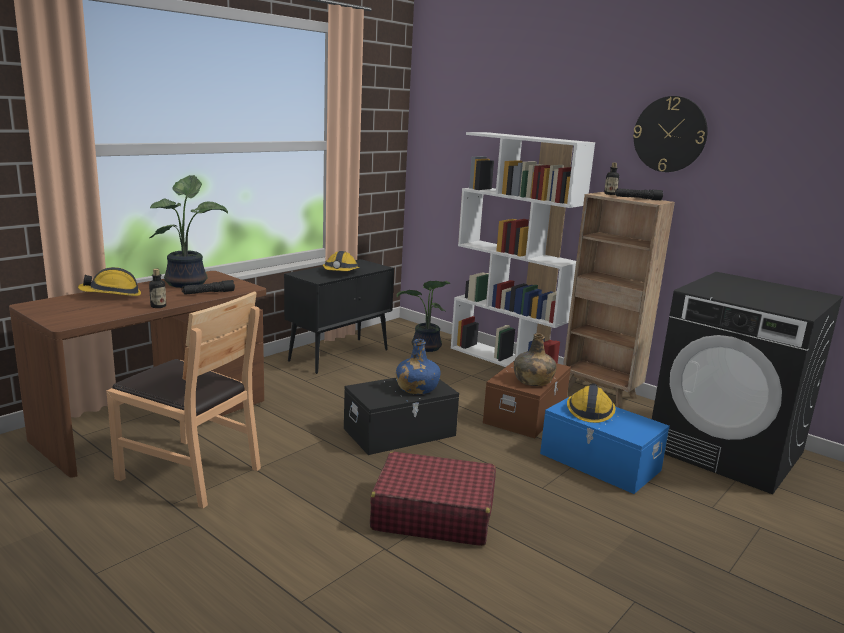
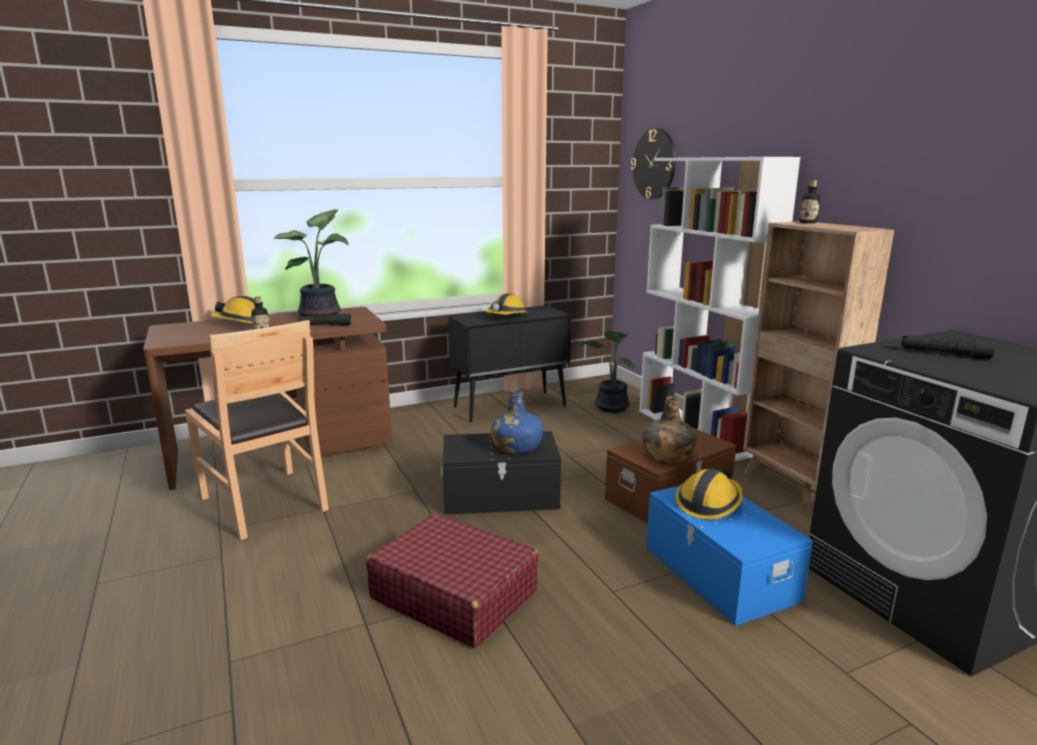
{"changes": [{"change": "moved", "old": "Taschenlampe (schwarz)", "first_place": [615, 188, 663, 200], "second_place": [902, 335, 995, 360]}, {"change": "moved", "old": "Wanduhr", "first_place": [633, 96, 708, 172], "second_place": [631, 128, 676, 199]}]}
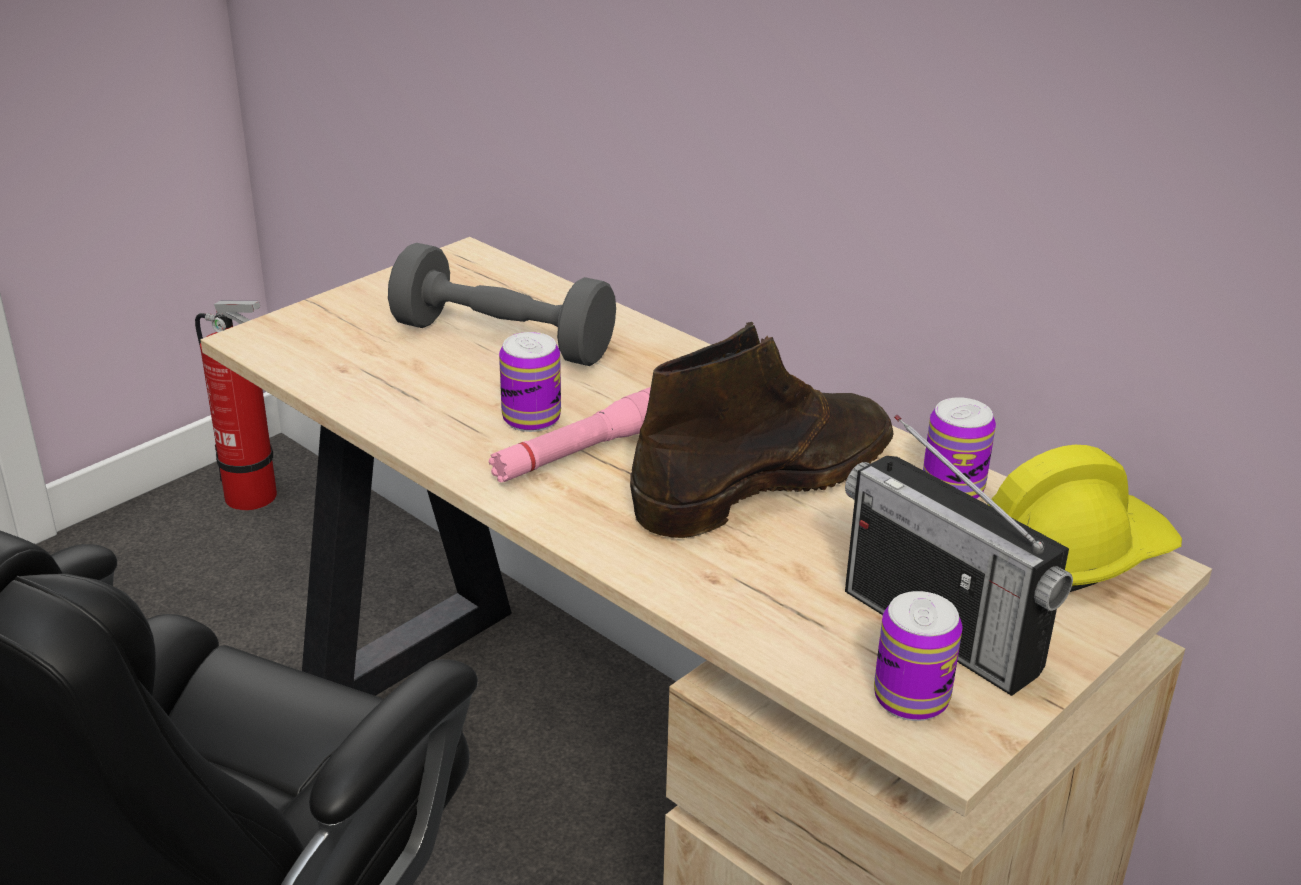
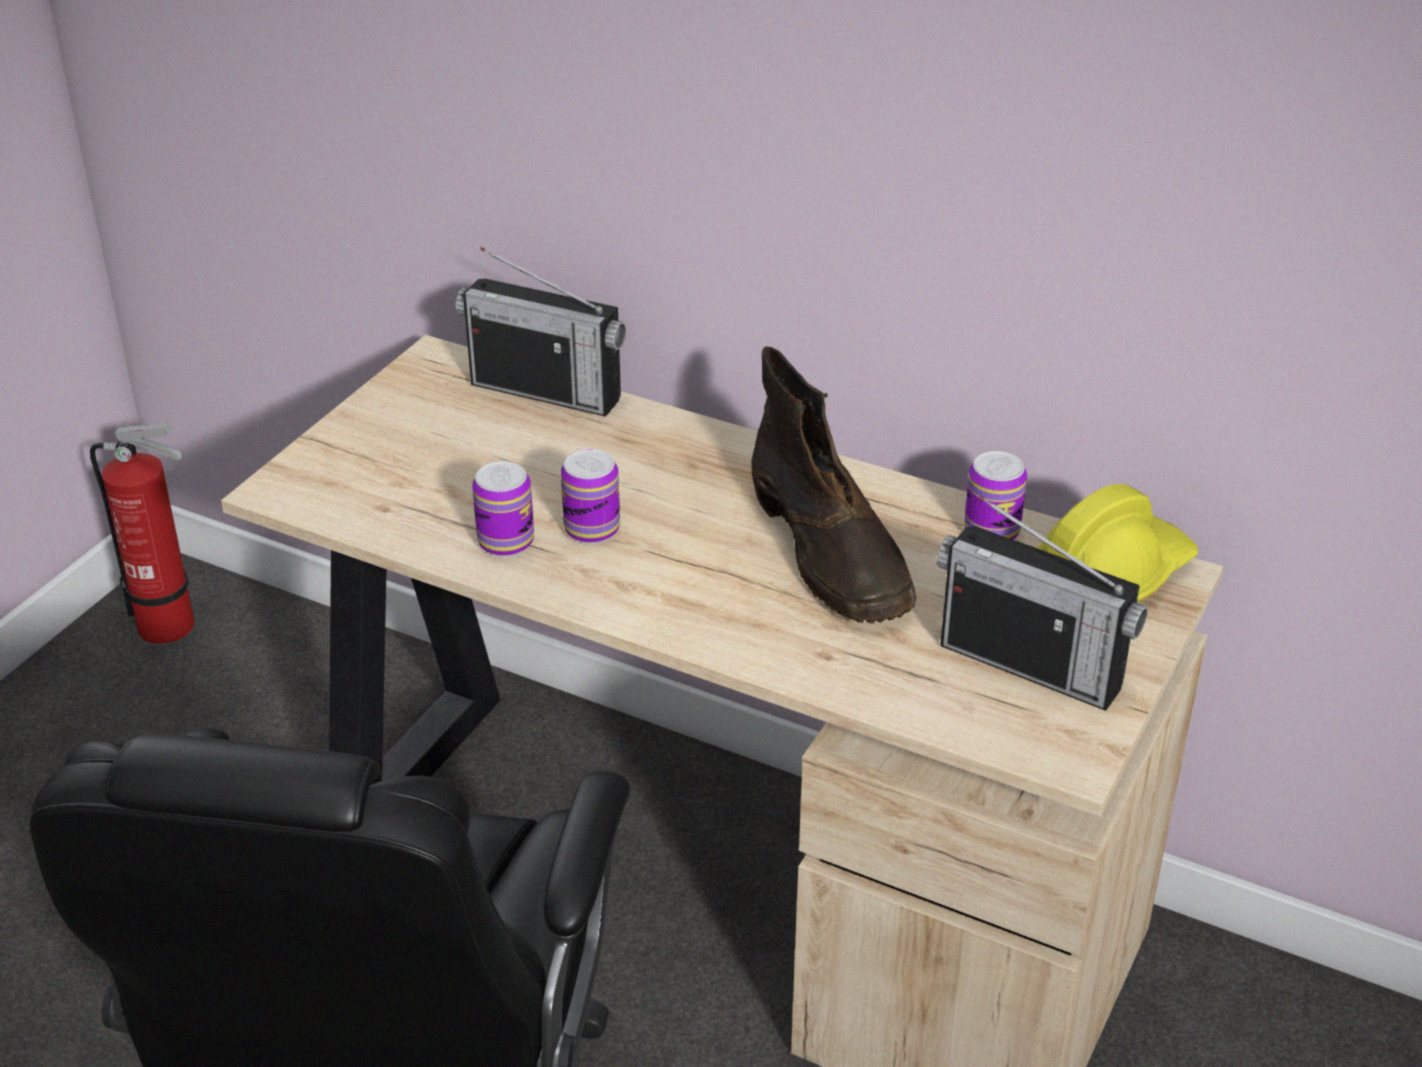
{"changes": [{"change": "removed", "old": "Hantel (grau)", "first_place": [388, 243, 616, 366]}, {"change": "removed", "old": "Taschenlampe (rosa)", "first_place": [489, 387, 651, 482]}, {"change": "added", "new": "Radio", "second_place": [455, 247, 626, 417]}, {"change": "moved", "old": "Dose", "first_place": [874, 591, 963, 721], "second_place": [472, 461, 534, 557]}, {"change": "turned", "old": "Stiefel (braun)", "first_place": [630, 322, 894, 538], "second_place": [751, 346, 916, 624], "degrees": 120}]}
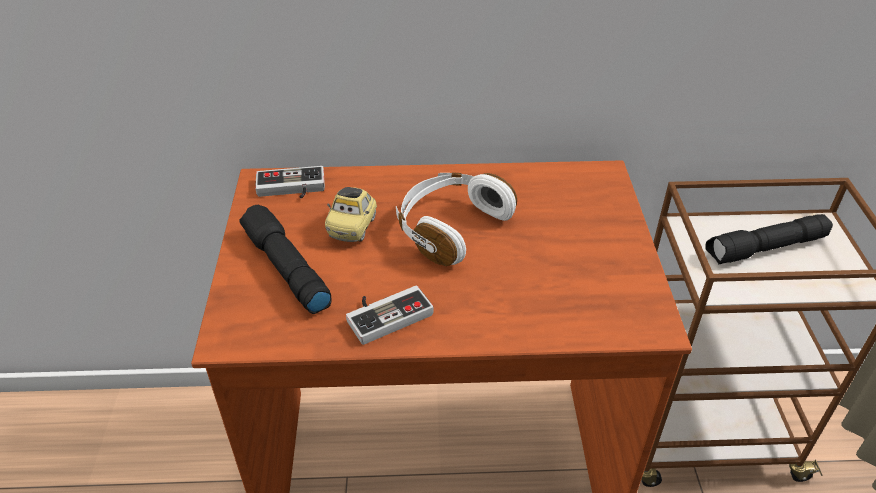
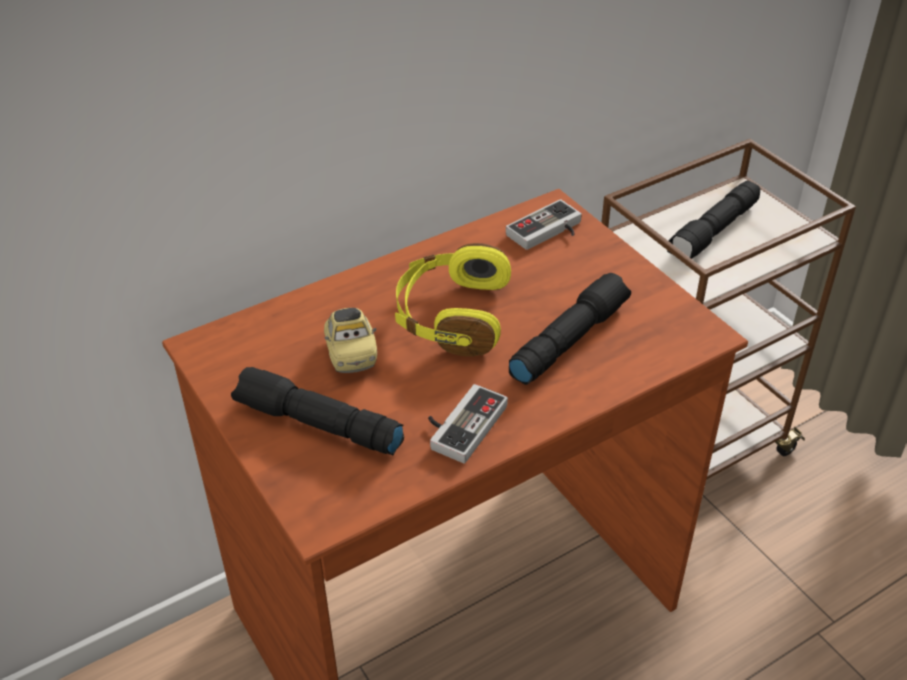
{"changes": [{"change": "added", "new": "Taschenlampe (schwarz)", "second_place": [509, 273, 631, 385]}, {"change": "moved", "old": "Gamepad", "first_place": [255, 166, 325, 199], "second_place": [506, 199, 582, 250]}, {"change": "recoloured", "old": "Kopfhörer (weiß)", "new": "Kopfhörer (gelb)", "first_place": [396, 172, 517, 266], "second_place": [395, 243, 511, 357]}]}
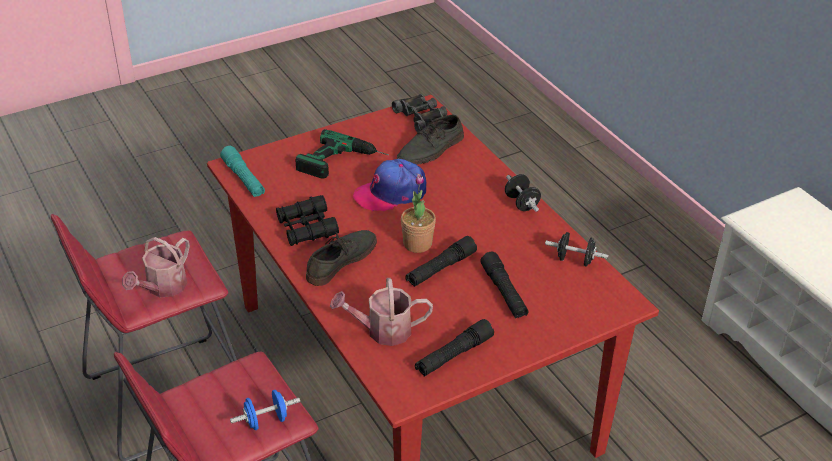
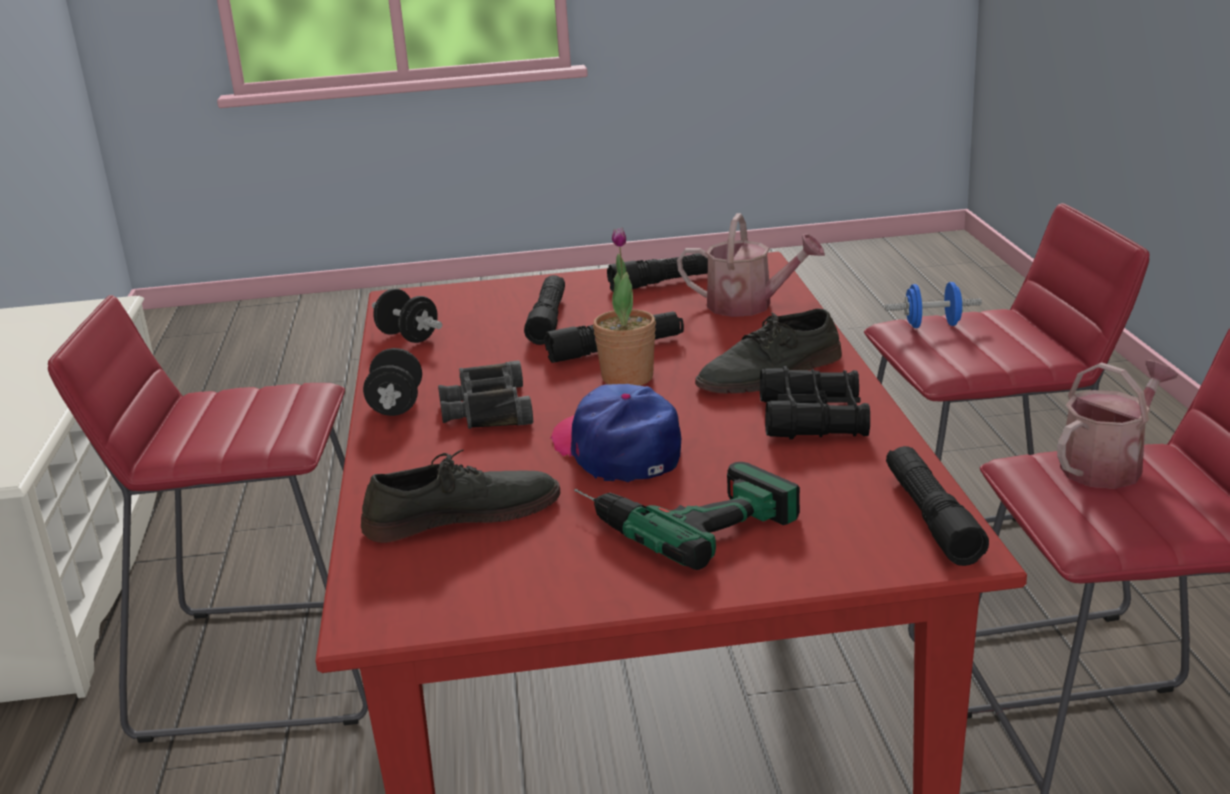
{"changes": [{"change": "added", "new": "Hocker (rot)", "second_place": [48, 295, 368, 743]}, {"change": "moved", "old": "Fernglas (schwarz)", "first_place": [392, 94, 447, 133], "second_place": [438, 360, 533, 429]}, {"change": "recoloured", "old": "Taschenlampe (türkis)", "new": "Taschenlampe (schwarz)", "first_place": [220, 146, 265, 197], "second_place": [886, 446, 989, 566]}, {"change": "turned", "old": "Kappe", "first_place": [353, 159, 426, 212], "second_place": [550, 384, 681, 482], "degrees": -120}]}
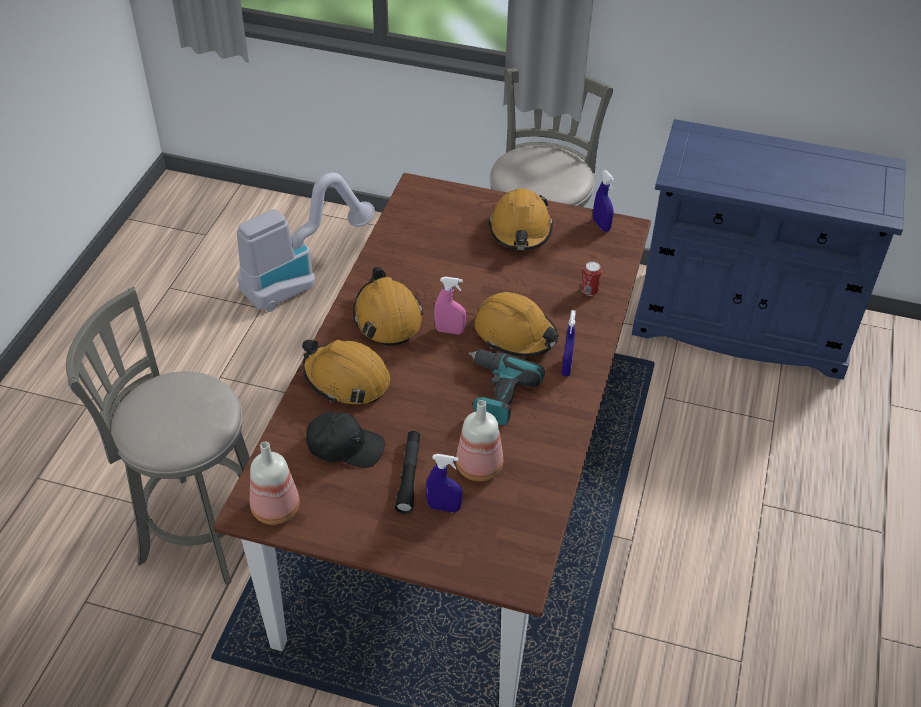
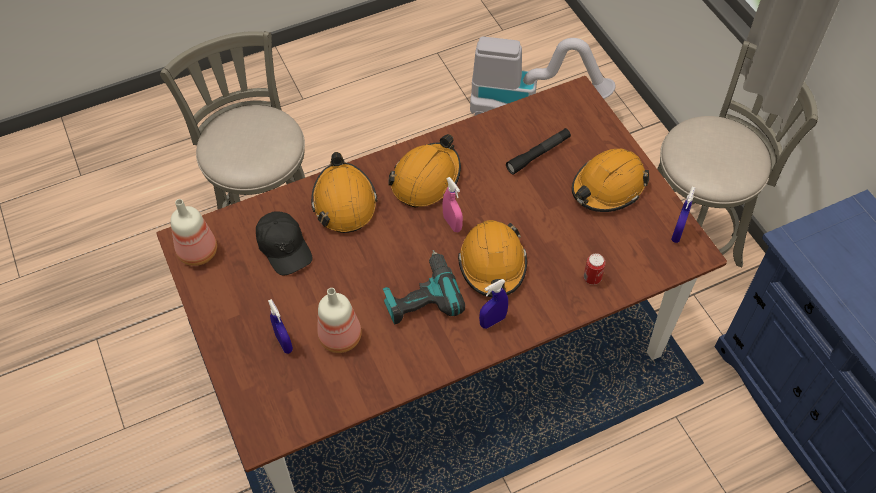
{"changes": [{"change": "moved", "old": "Taschenlampe (schwarz)", "first_place": [395, 431, 420, 514], "second_place": [506, 128, 571, 174]}]}
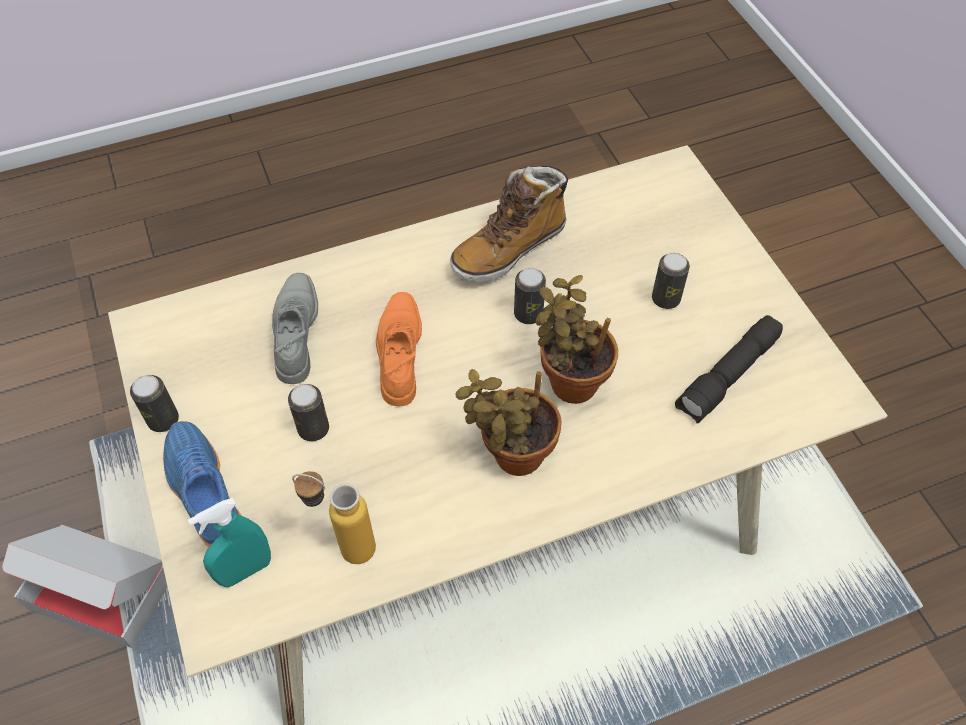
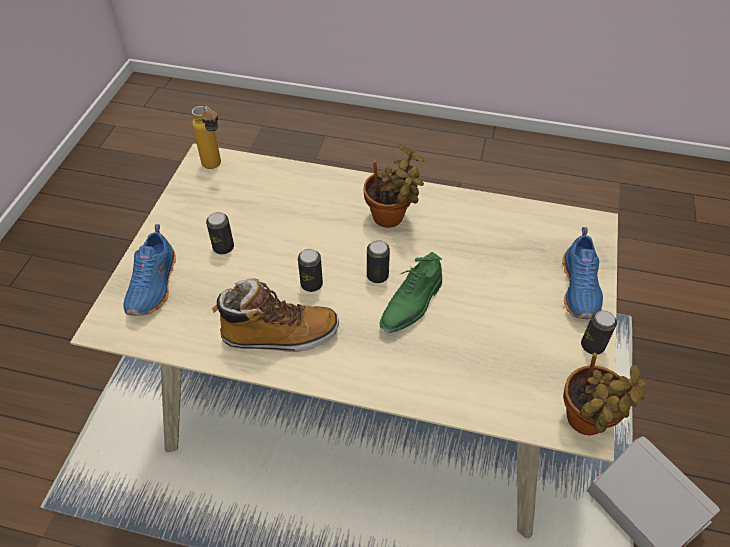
{"changes": [{"change": "removed", "old": "Sprühflasche (türkis)", "first_place": [188, 498, 271, 587]}, {"change": "removed", "old": "Schuh (grau)", "first_place": [272, 273, 318, 384]}, {"change": "removed", "old": "Taschenlampe (schwarz)", "first_place": [675, 315, 783, 423]}, {"change": "added", "new": "Schuh (blau)", "second_place": [124, 224, 176, 316]}, {"change": "moved", "old": "Dose", "first_place": [288, 384, 329, 441], "second_place": [367, 240, 390, 283]}, {"change": "moved", "old": "Flasche", "first_place": [292, 471, 376, 564], "second_place": [192, 106, 221, 169]}, {"change": "moved", "old": "Topfpflanze", "first_place": [535, 275, 618, 404], "second_place": [563, 353, 645, 435]}, {"change": "recoloured", "old": "Schuh (orange)", "new": "Schuh (grün)", "first_place": [376, 292, 422, 406], "second_place": [380, 252, 442, 333]}]}
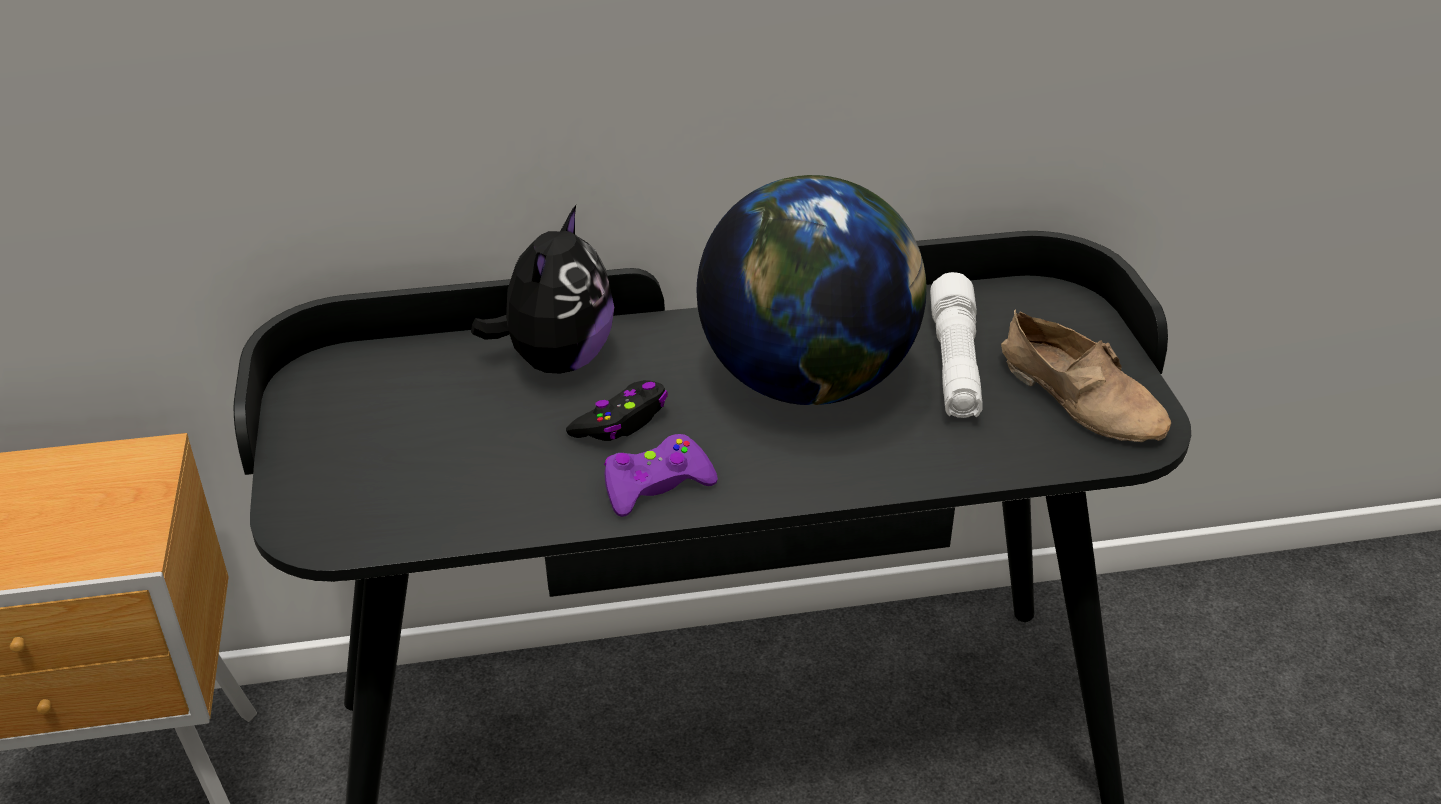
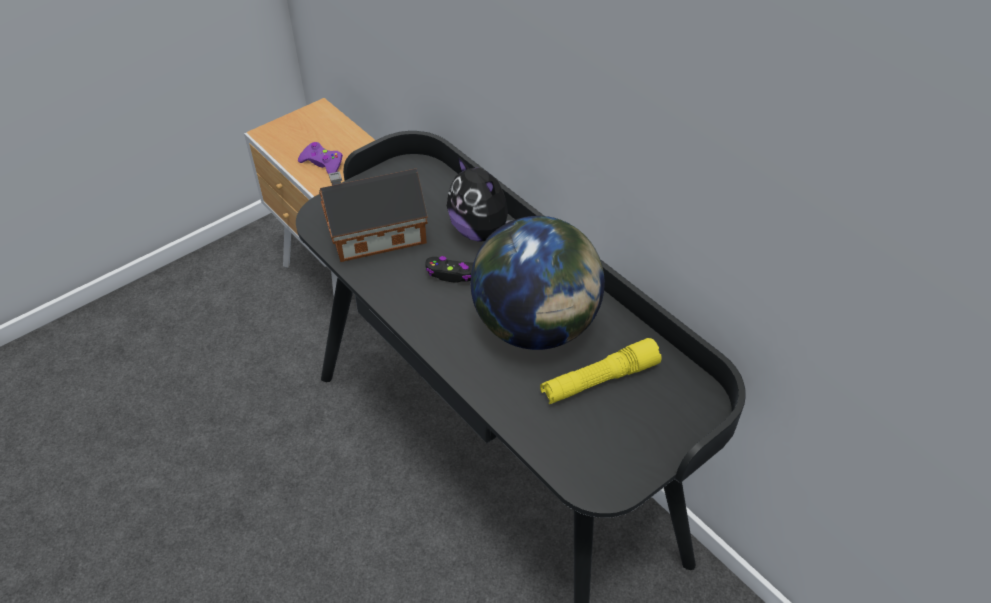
{"changes": [{"change": "removed", "old": "Schuh (beige)", "first_place": [1001, 310, 1171, 442]}, {"change": "added", "new": "Spielzeughaus", "second_place": [319, 169, 428, 262]}, {"change": "moved", "old": "Gamepad (lila)", "first_place": [604, 434, 718, 517], "second_place": [298, 142, 343, 174]}, {"change": "recoloured", "old": "Taschenlampe (weiß)", "new": "Taschenlampe (gelb)", "first_place": [930, 272, 983, 418], "second_place": [540, 338, 662, 404]}, {"change": "turned", "old": "Plüschtier", "first_place": [471, 205, 614, 374], "second_place": [447, 157, 511, 242], "degrees": 60}]}
